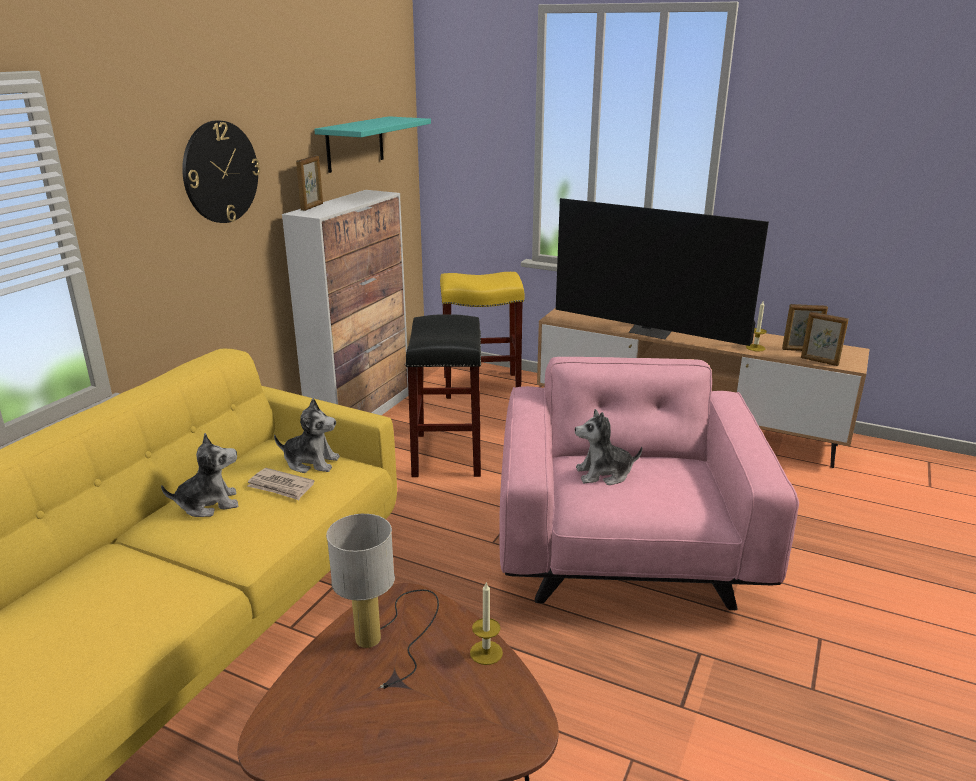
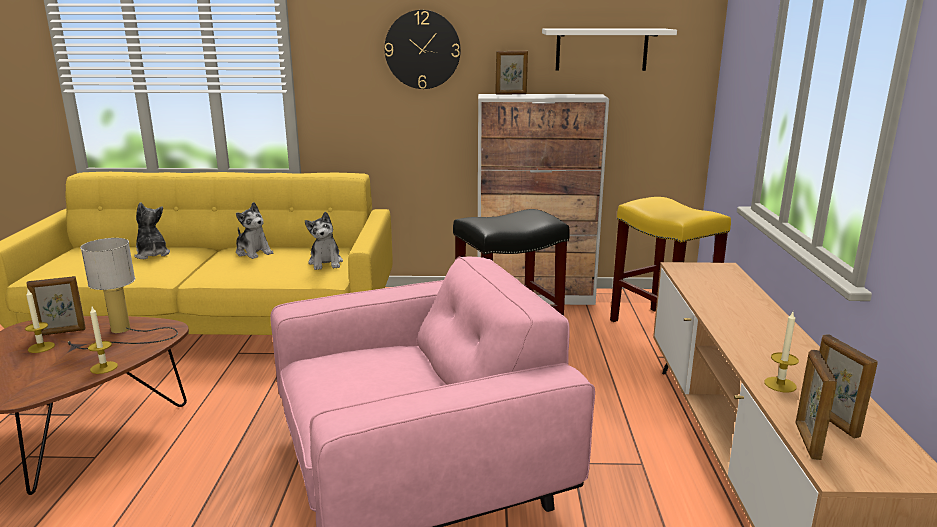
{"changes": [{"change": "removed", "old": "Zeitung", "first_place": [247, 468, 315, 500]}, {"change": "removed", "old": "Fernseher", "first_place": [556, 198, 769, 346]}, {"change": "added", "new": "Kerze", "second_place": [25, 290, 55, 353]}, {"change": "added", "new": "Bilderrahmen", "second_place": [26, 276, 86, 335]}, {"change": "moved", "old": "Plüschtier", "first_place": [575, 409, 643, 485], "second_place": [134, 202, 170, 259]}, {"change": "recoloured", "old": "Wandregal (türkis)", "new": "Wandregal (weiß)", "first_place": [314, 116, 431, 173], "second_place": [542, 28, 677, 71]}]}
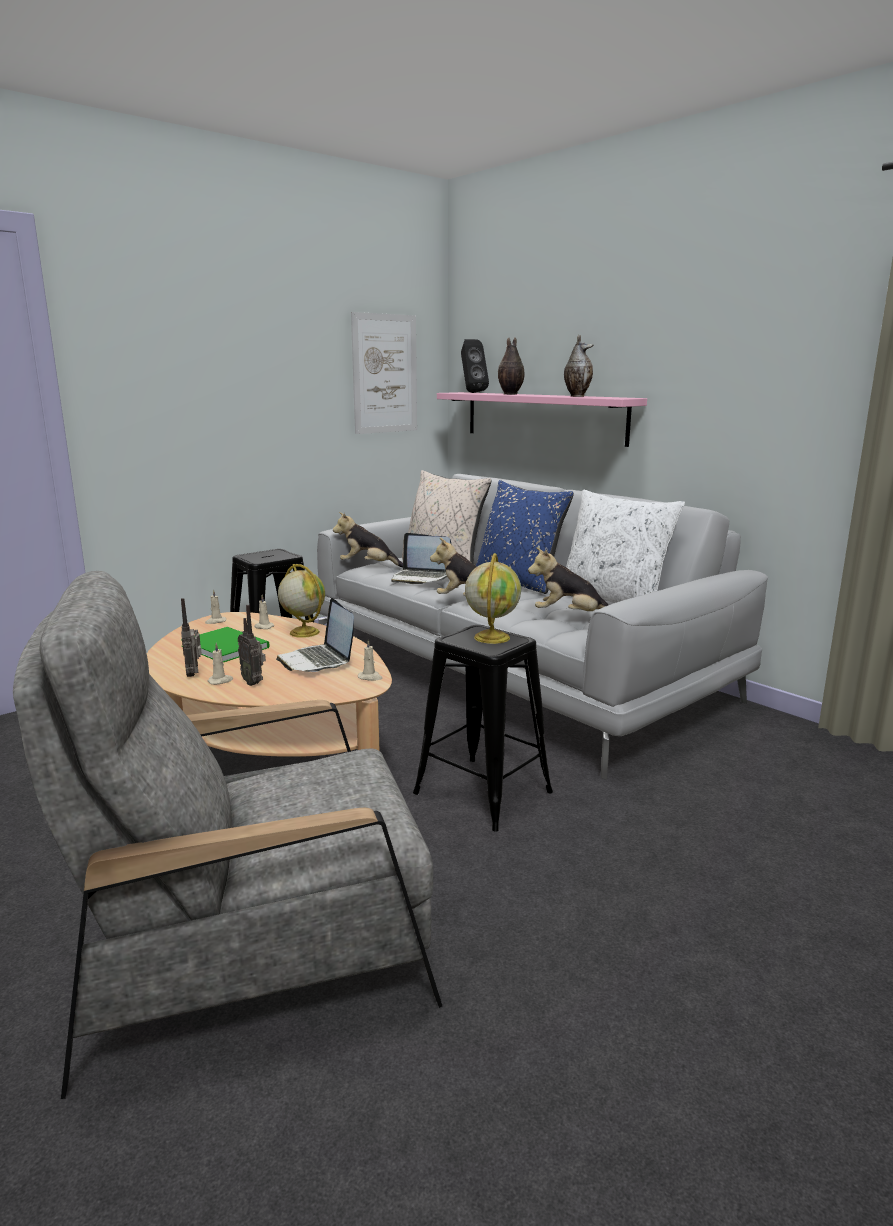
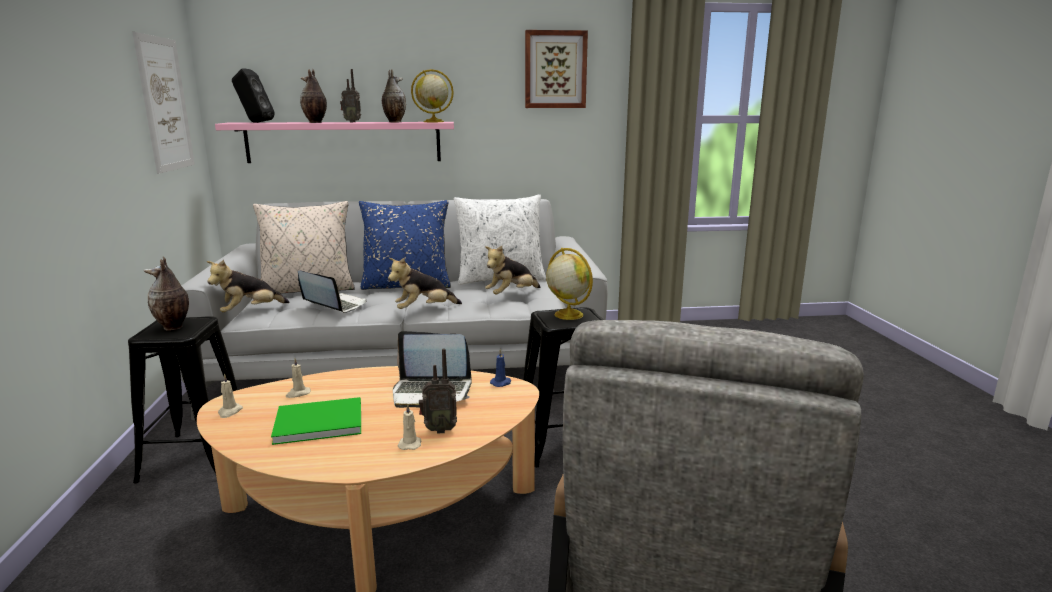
{"changes": [{"change": "added", "new": "Vase", "second_place": [144, 256, 189, 331]}, {"change": "added", "new": "Bild", "second_place": [525, 30, 588, 108]}, {"change": "moved", "old": "Radio", "first_place": [181, 598, 202, 677], "second_place": [340, 69, 361, 122]}, {"change": "moved", "old": "Globus", "first_place": [278, 564, 325, 638], "second_place": [411, 69, 454, 122]}, {"change": "recoloured", "old": "Kerze (beige)", "new": "Kerze (blau)", "first_place": [358, 639, 383, 681], "second_place": [490, 348, 511, 387]}, {"change": "turned", "old": "Laptop", "first_place": [391, 533, 451, 584], "second_place": [298, 270, 367, 313], "degrees": -120}]}
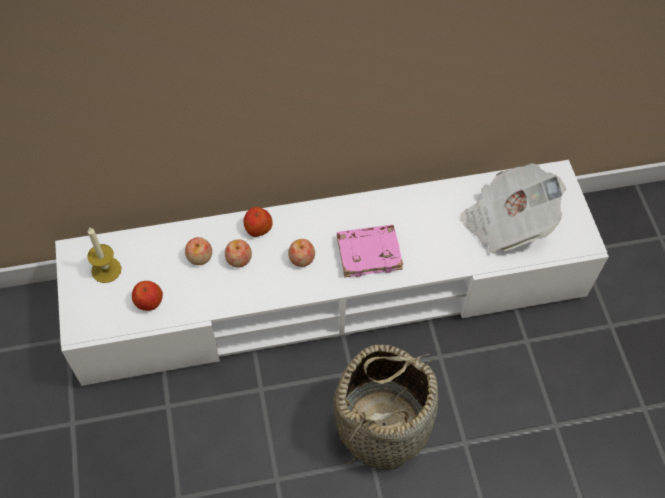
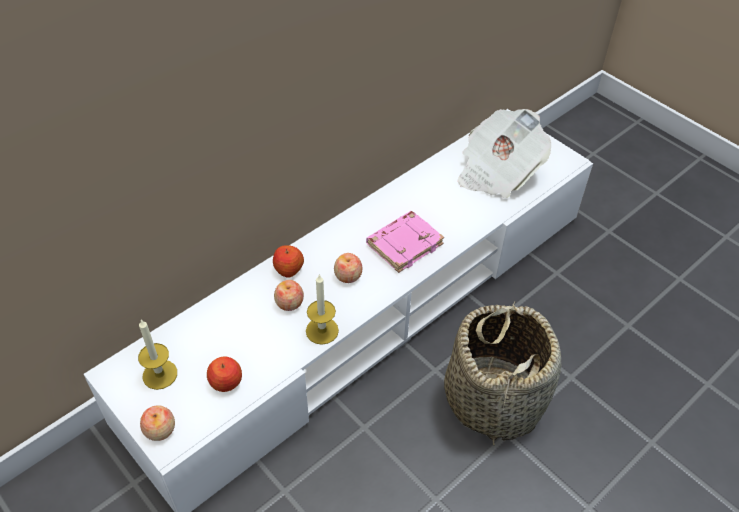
{"changes": [{"change": "added", "new": "Kerze", "second_place": [306, 274, 339, 345]}, {"change": "moved", "old": "Apfel", "first_place": [185, 237, 212, 265], "second_place": [140, 405, 175, 441]}]}
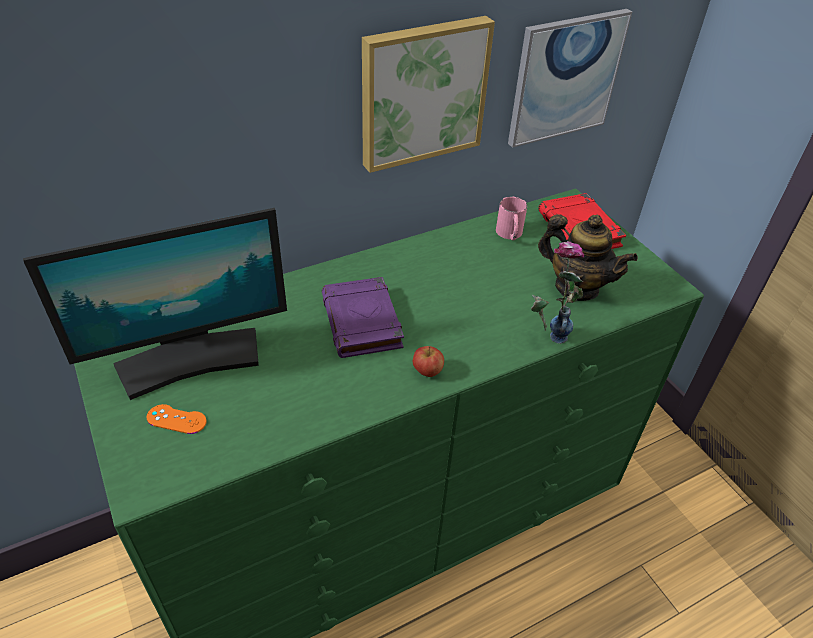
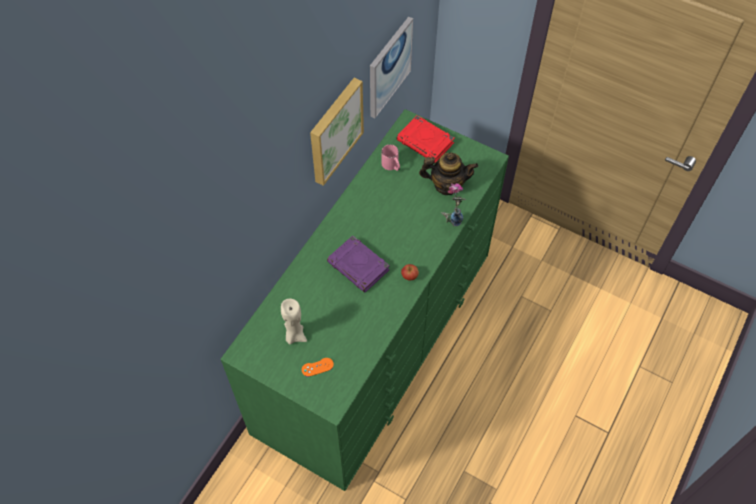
{"changes": [{"change": "replaced", "old": "Monitor", "new": "Kerze (beige)", "first_place": [23, 208, 287, 400], "second_place": [281, 299, 307, 345]}]}
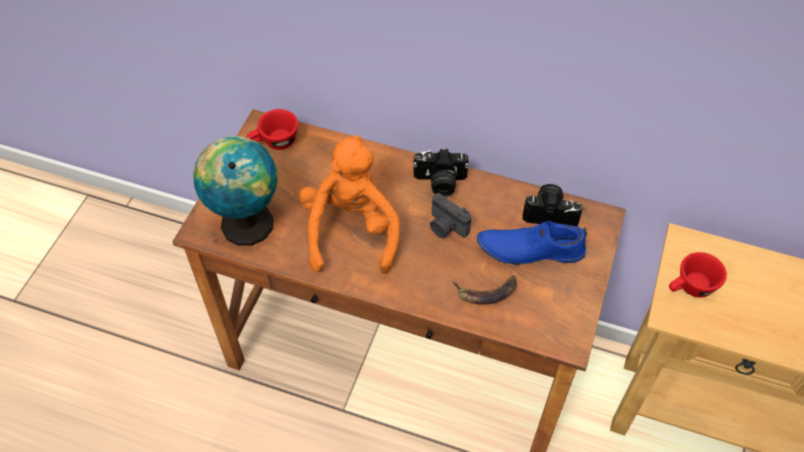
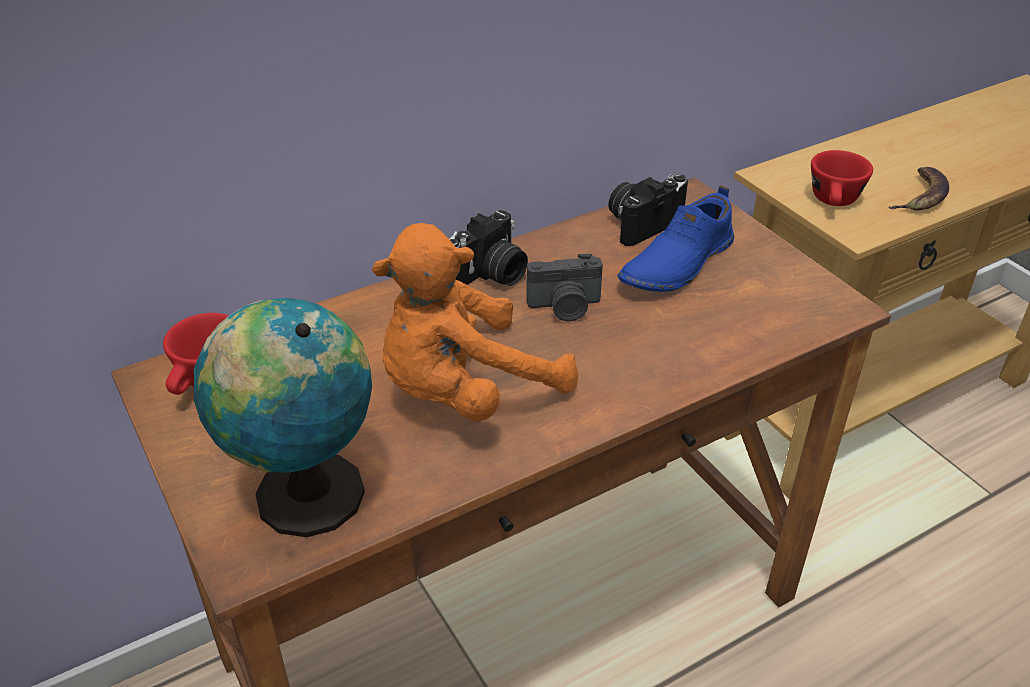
{"changes": [{"change": "moved", "old": "Banane", "first_place": [453, 276, 517, 304], "second_place": [889, 167, 949, 211]}, {"change": "turned", "old": "Plüschtier (orange)", "first_place": [299, 135, 400, 274], "second_place": [372, 223, 578, 422], "degrees": -75}]}
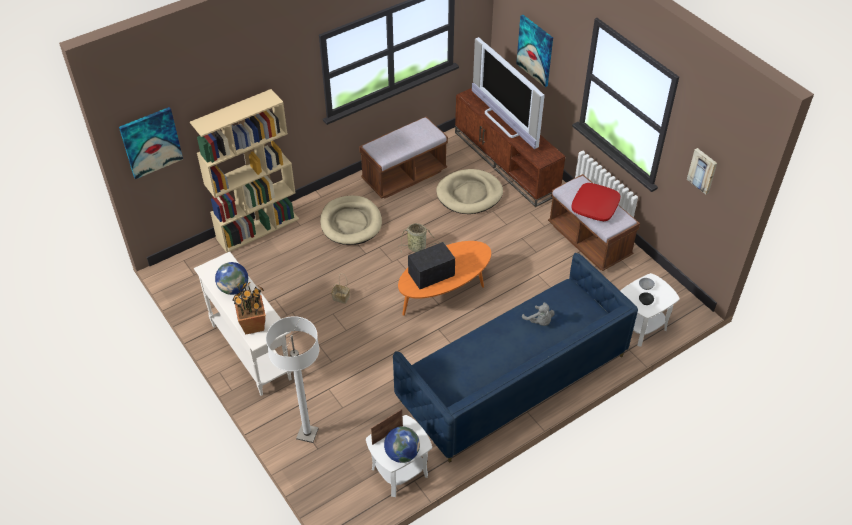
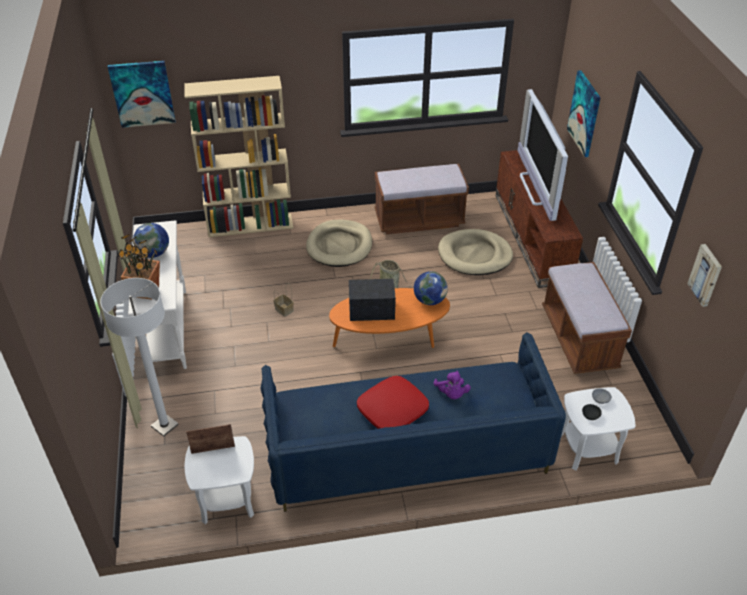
{"changes": [{"change": "moved", "old": "Globus", "first_place": [384, 426, 420, 463], "second_place": [414, 271, 448, 305]}, {"change": "moved", "old": "Kissen (rot)", "first_place": [571, 183, 620, 221], "second_place": [357, 376, 429, 429]}, {"change": "recoloured", "old": "Plüschtier (grau)", "new": "Plüschtier (lila)", "first_place": [522, 302, 555, 326], "second_place": [434, 371, 471, 399]}]}
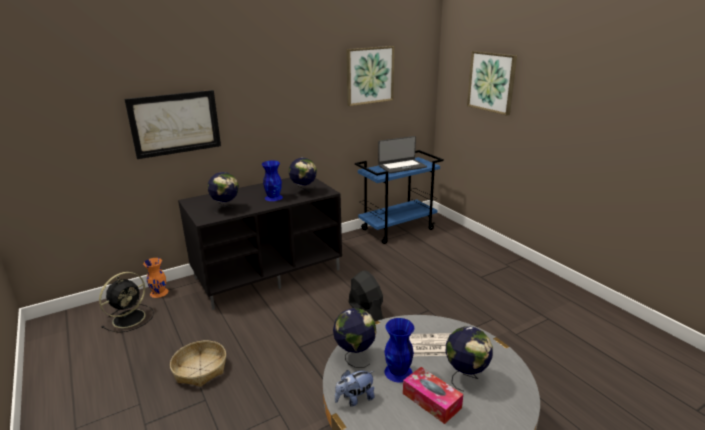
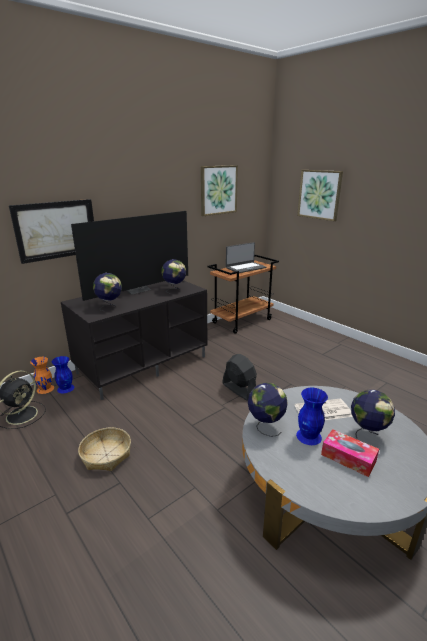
{"changes": [{"change": "removed", "old": "Plüschtier", "first_place": [335, 370, 375, 407]}, {"change": "added", "new": "Fernseher", "second_place": [71, 211, 188, 301]}, {"change": "moved", "old": "Vase (blau)", "first_place": [262, 160, 283, 201], "second_place": [52, 356, 74, 393]}, {"change": "recoloured", "old": "Rollwagen (blau)", "new": "Rollwagen (braun)", "first_place": [355, 150, 444, 244], "second_place": [207, 255, 279, 334]}]}
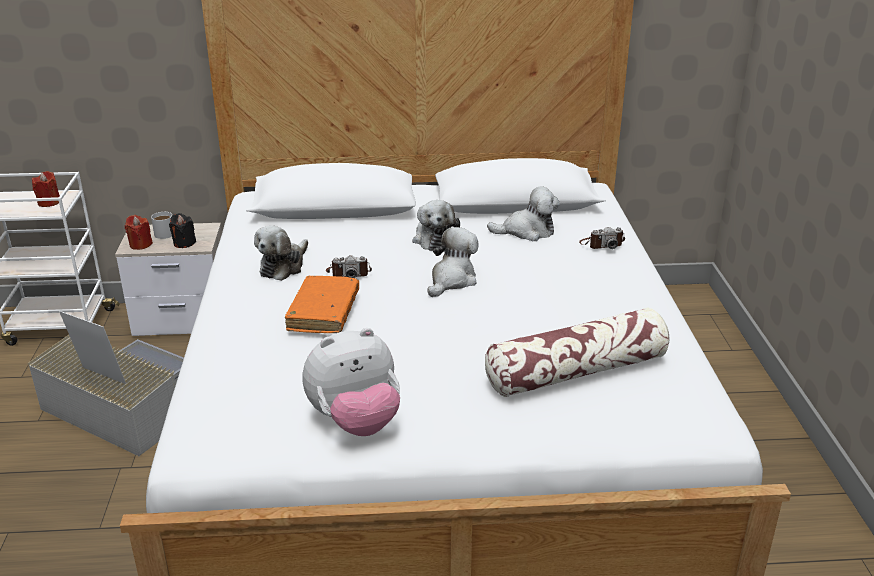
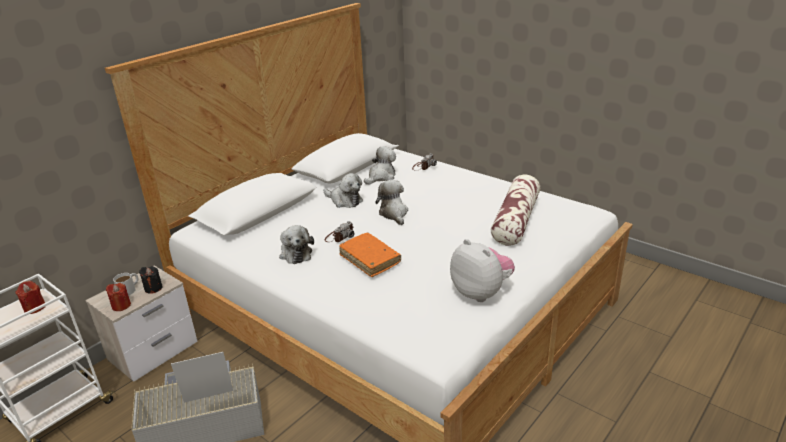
{"changes": [{"change": "turned", "old": "Plüschtier", "first_place": [302, 328, 400, 436], "second_place": [450, 239, 515, 302], "degrees": -60}]}
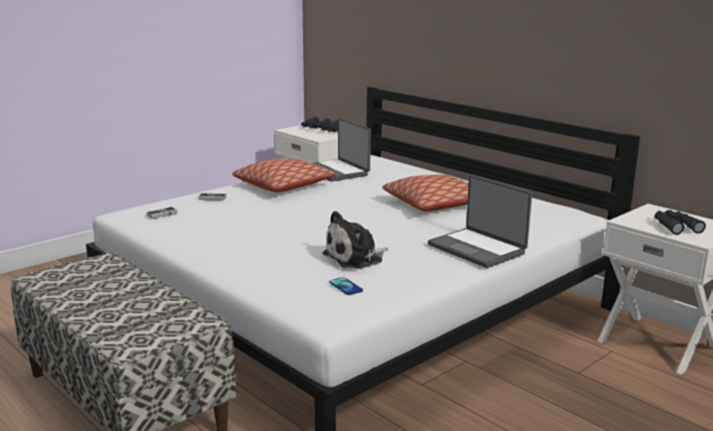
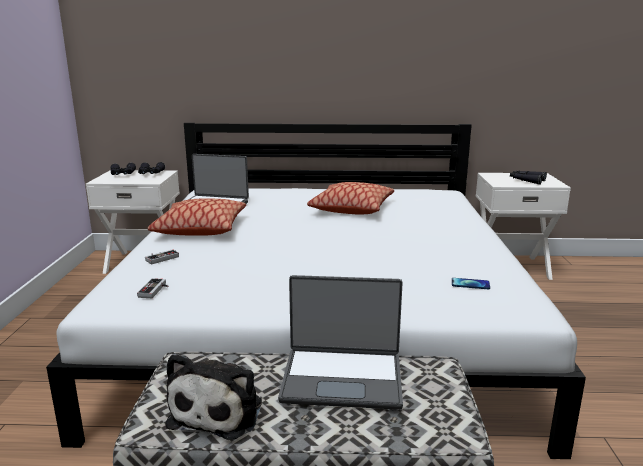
{"changes": [{"change": "moved", "old": "Plüschtier", "first_place": [322, 211, 388, 269], "second_place": [166, 353, 262, 440]}, {"change": "moved", "old": "Laptop", "first_place": [428, 175, 532, 268], "second_place": [278, 275, 403, 410]}]}
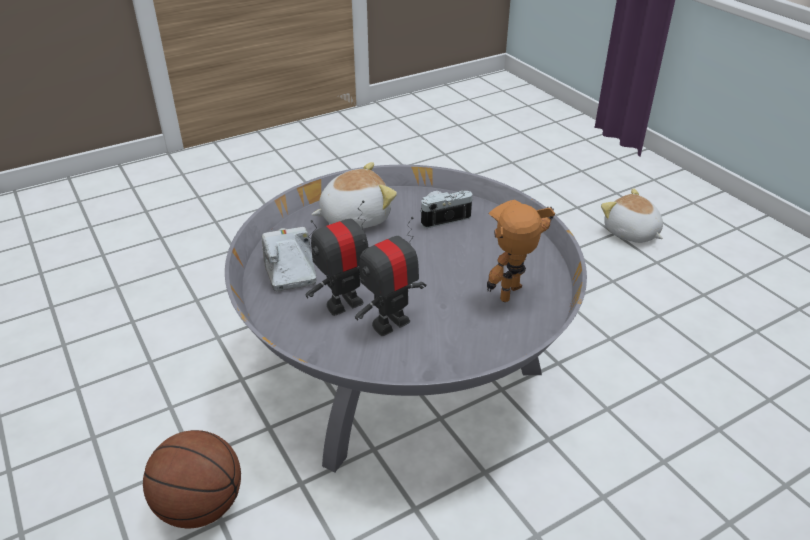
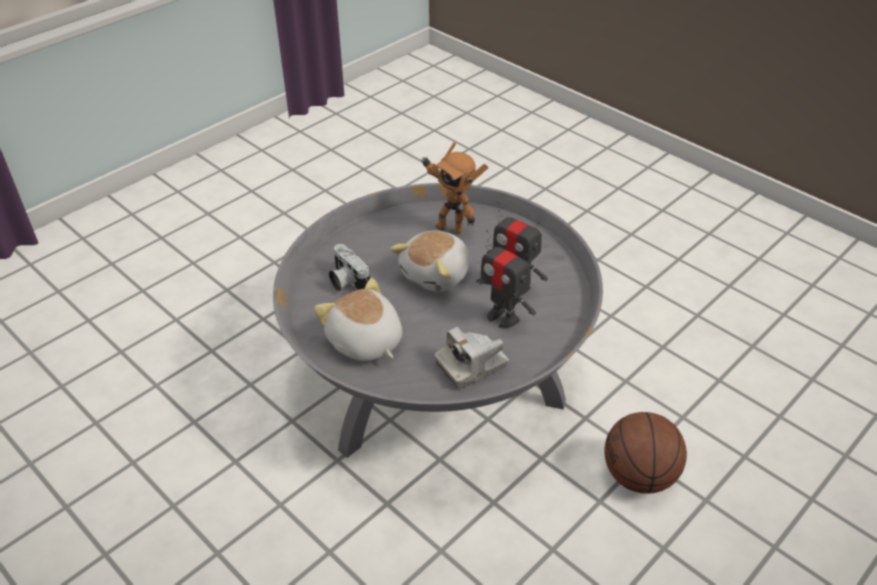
{"changes": [{"change": "moved", "old": "Plüschtier", "first_place": [601, 188, 663, 243], "second_place": [390, 231, 471, 292]}]}
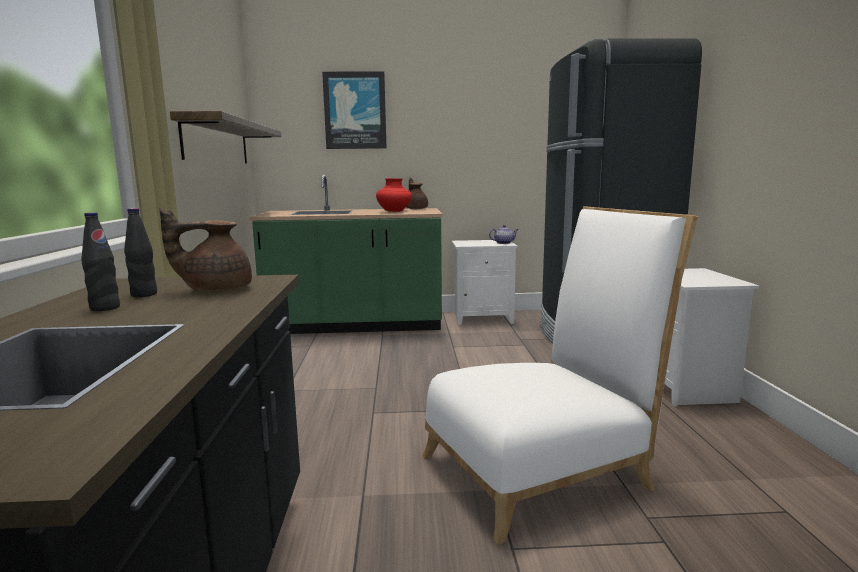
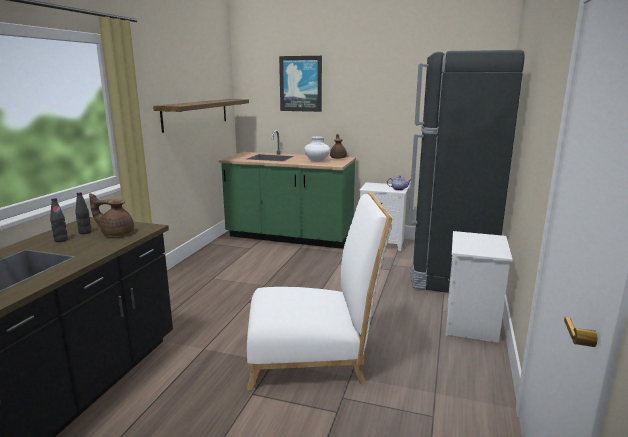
{"changes": [{"change": "recoloured", "old": "Vase (rot)", "new": "Vase (weiß)", "first_place": [376, 178, 412, 212], "second_place": [304, 136, 330, 161]}]}
